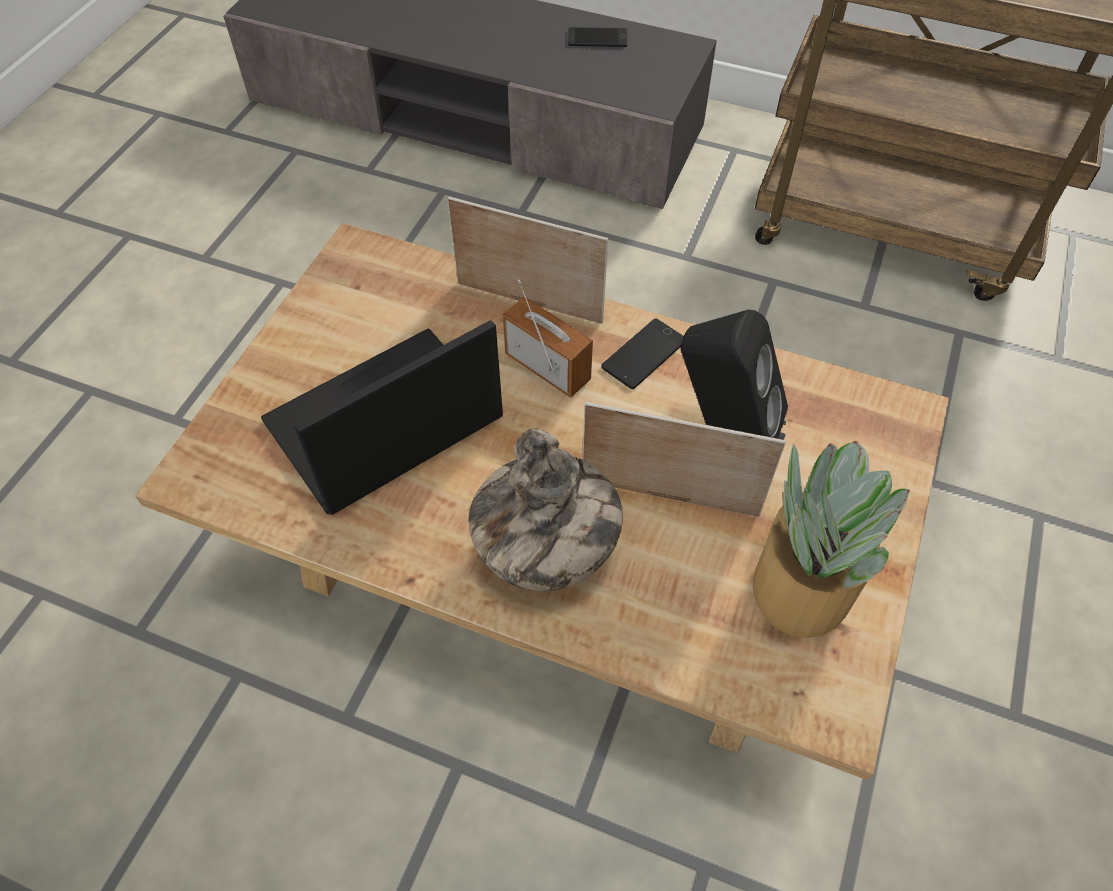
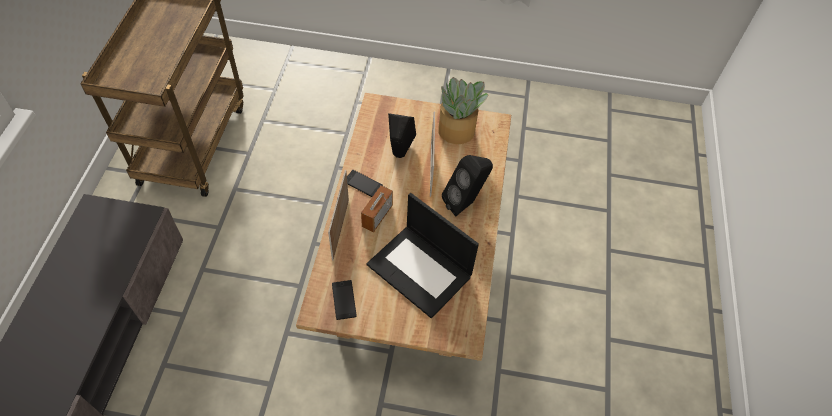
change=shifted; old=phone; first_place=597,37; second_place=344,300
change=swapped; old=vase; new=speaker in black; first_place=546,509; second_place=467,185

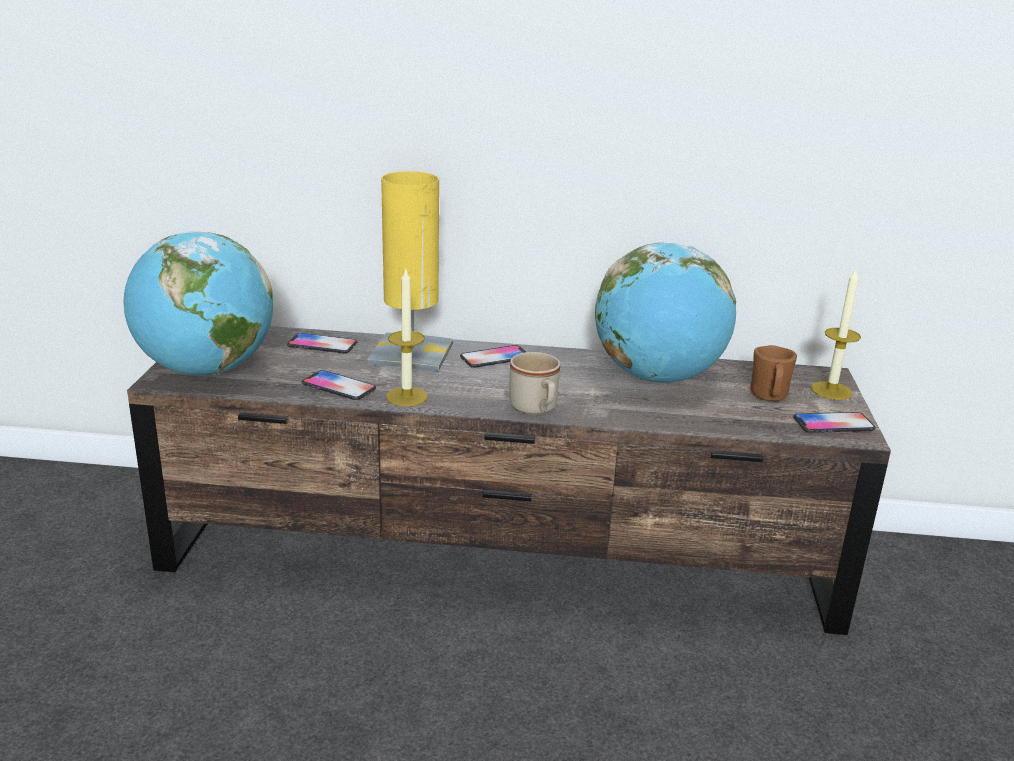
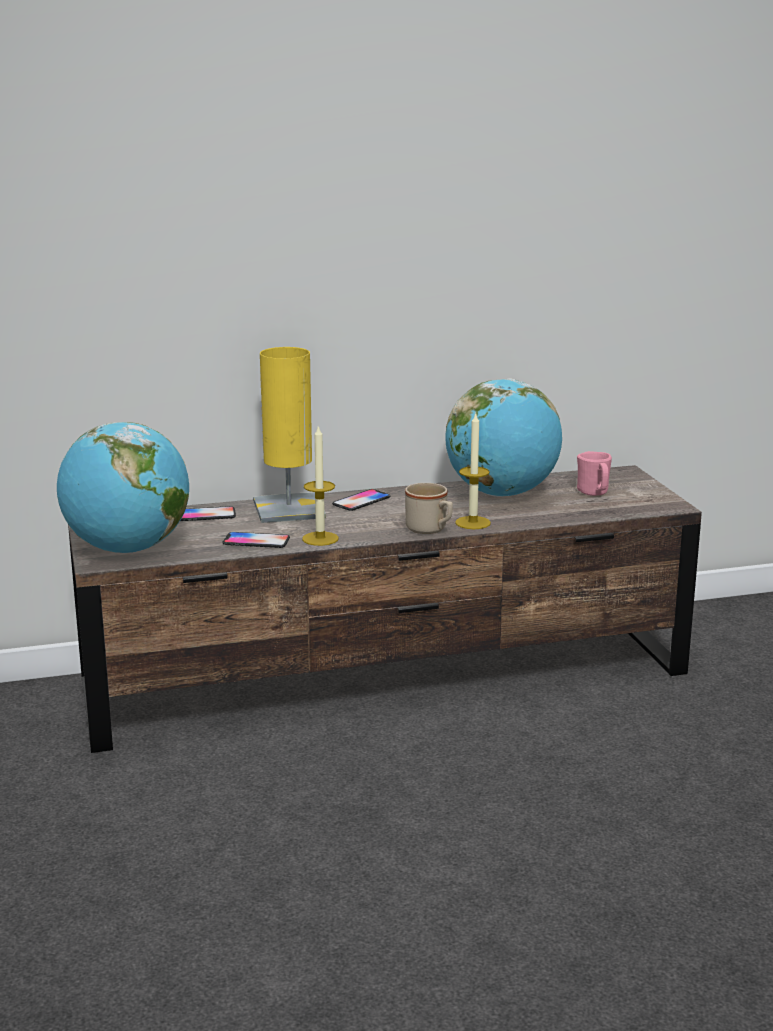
change=shifted; old=candle; first_place=836,334; second_place=473,471
change=repainted; old=mug in brown; new=mug in pink; first_place=773,373; second_place=594,473
change=gone; old=phone; first_place=834,422

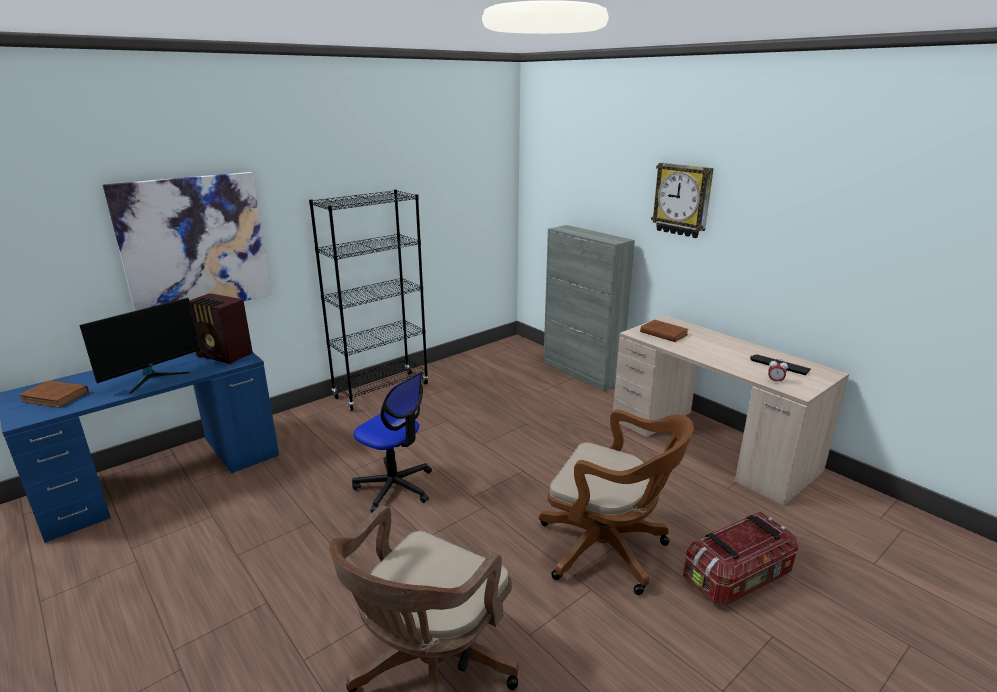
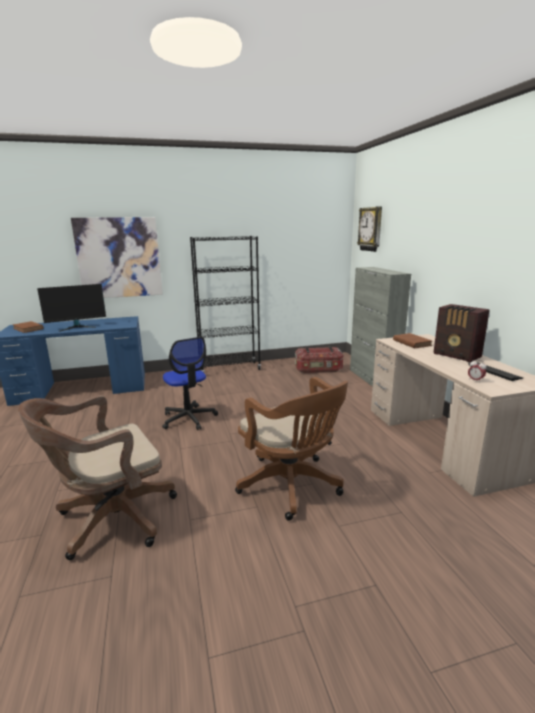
change=shifted; old=wall clock; first_place=682,200; second_place=369,229
change=shifted; old=radio; first_place=221,328; second_place=461,333
change=shifted; old=storage box; first_place=740,559; second_place=319,359

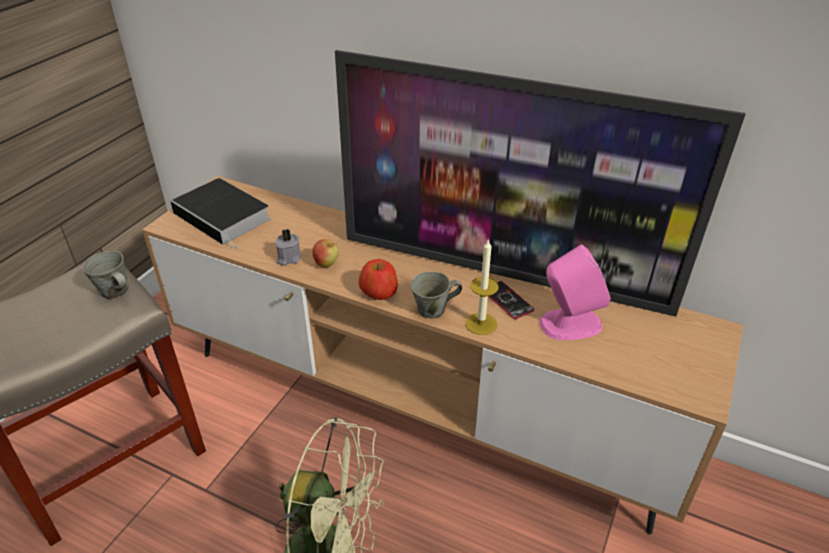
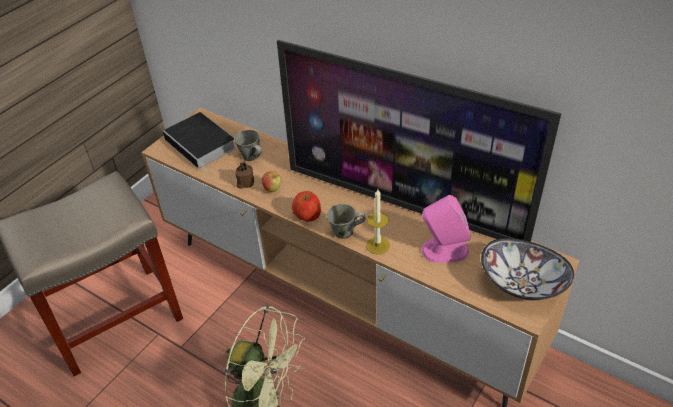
change=repainted; old=candle in grey; new=candle in brown; first_place=288,247; second_place=244,175
change=shifted; old=mug in grey; first_place=105,275; second_place=248,145
change=gone; old=phone; first_place=511,300
change=new; new=bowl; second_place=527,269

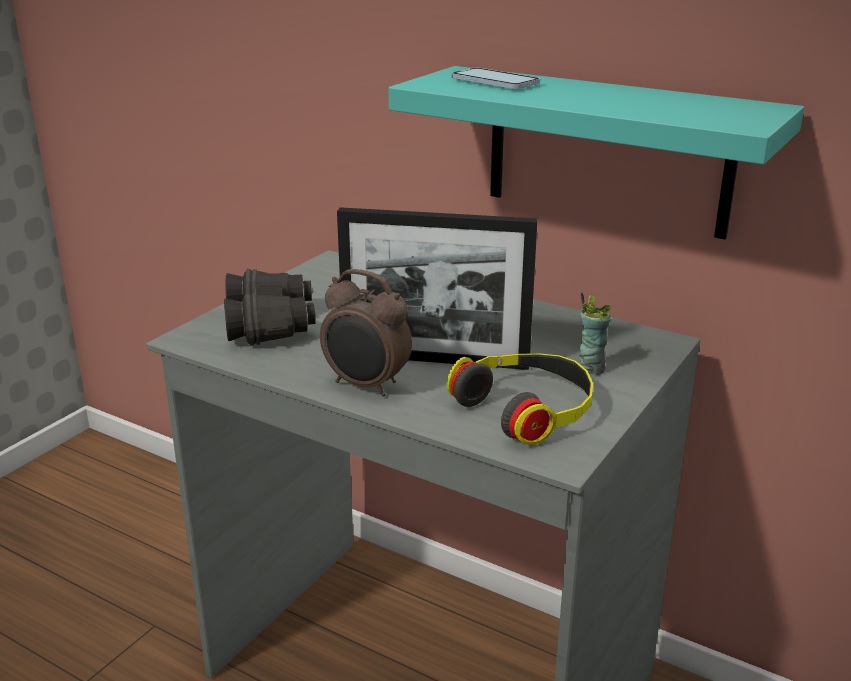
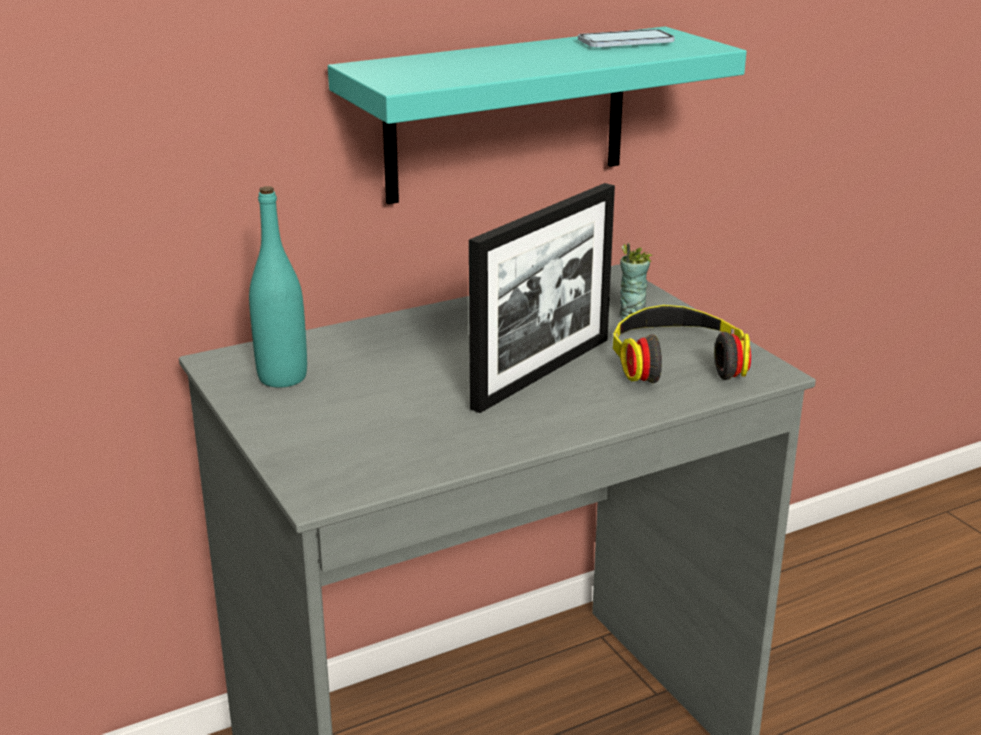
change=shifted; old=phone; first_place=496,78; second_place=626,38
change=gone; old=binoculars in black; first_place=270,307
change=gone; old=alarm clock; first_place=366,333
change=new; new=bottle in turquoise; second_place=278,287

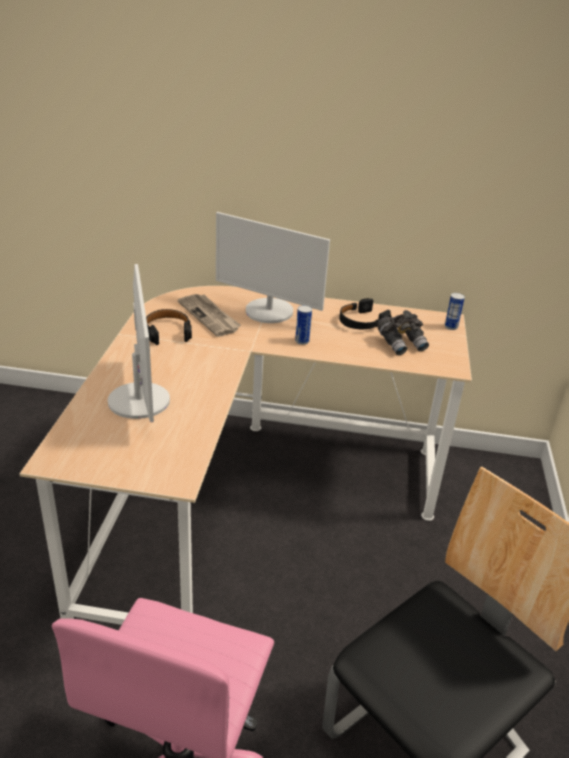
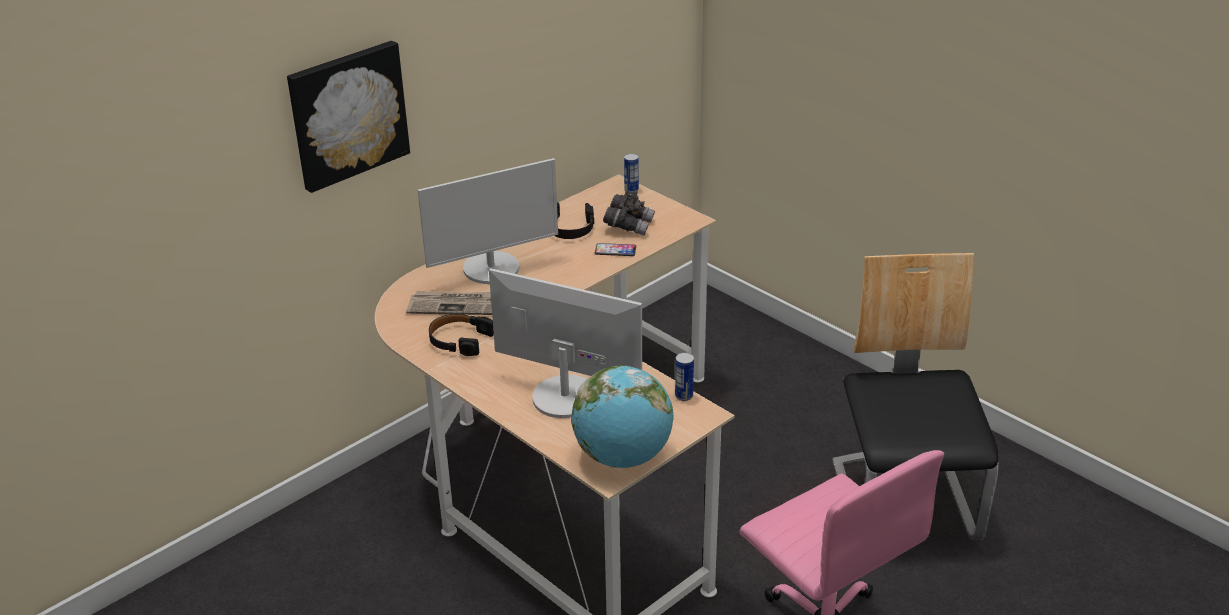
change=shifted; old=can; first_place=303,325; second_place=684,376
change=new; new=picture; second_place=348,117
change=new; new=phone; second_place=615,249
change=new; new=globe; second_place=622,417

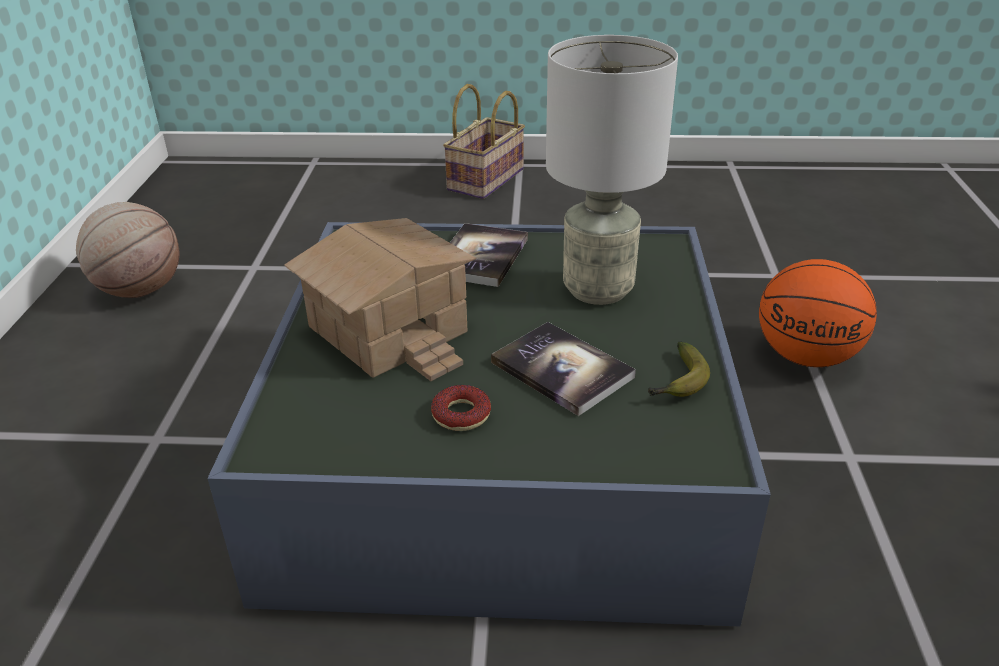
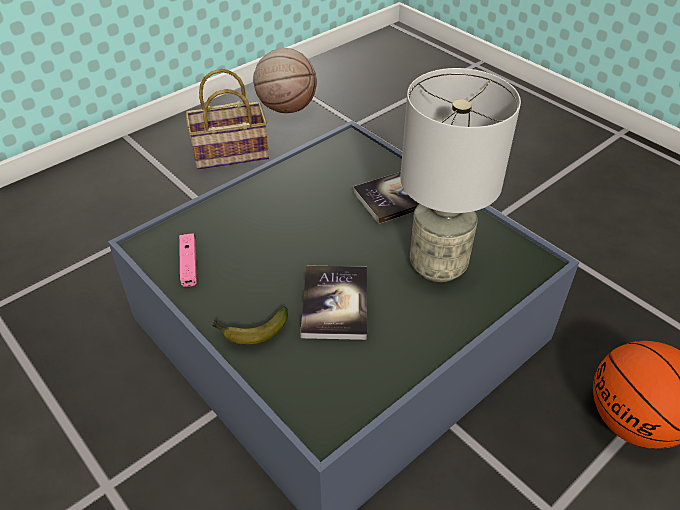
change=shifted; old=basket; first_place=484,141; second_place=227,119
change=gone; old=toy house; first_place=380,299
change=shifted; old=banana; first_place=679,369; second_place=250,325
change=gone; old=donut; first_place=461,408
change=new; new=game controller in pink; second_place=188,260

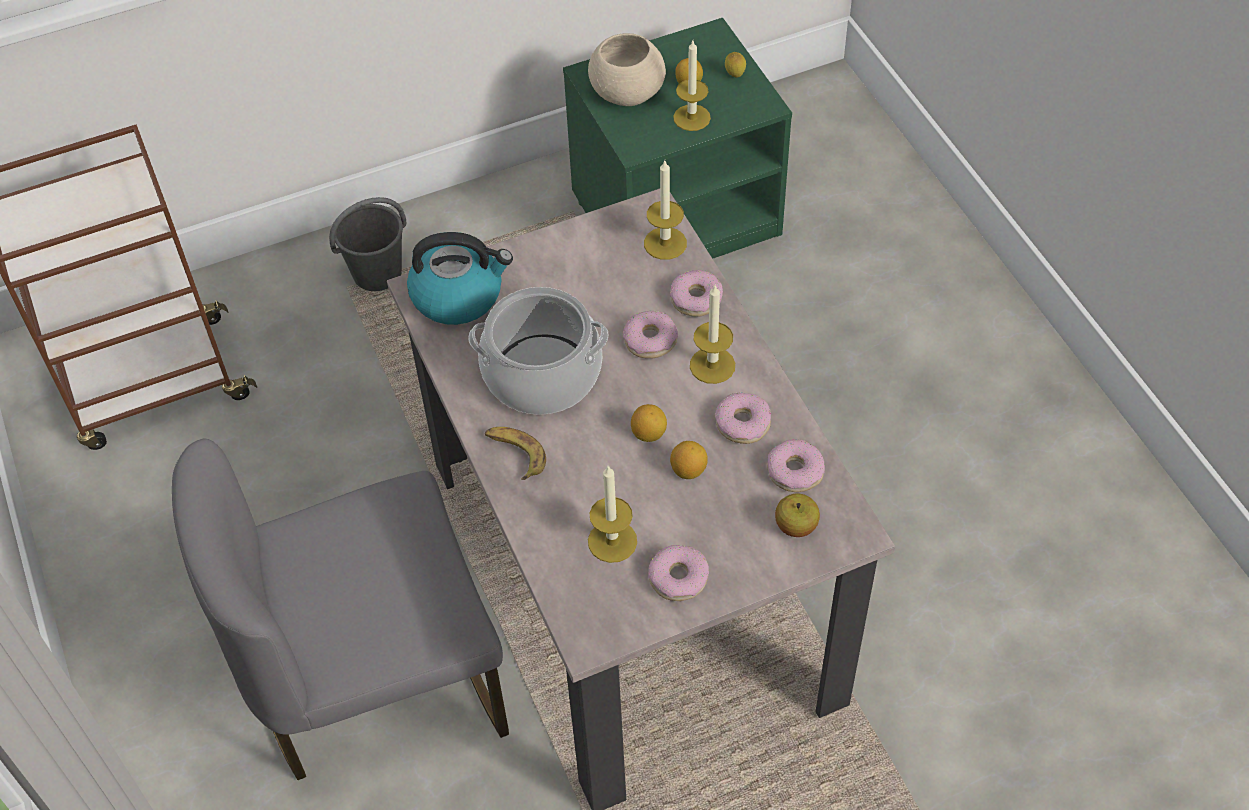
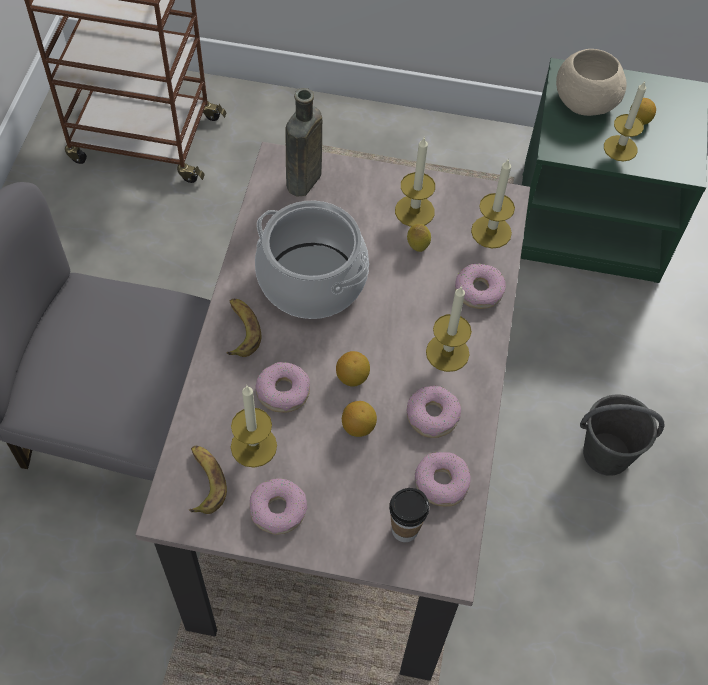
change=shifted; old=lemon; first_place=735,65; second_place=419,238
change=shifted; old=bucket in grey; first_place=368,244; second_place=622,435
change=swapped; old=kettle; new=bottle in brown; first_place=460,278; second_place=303,142
change=shifted; old=donut; first_place=650,334; second_place=282,387
change=swapped; old=apple; new=cup; first_place=797,515; second_place=409,515
change=new; new=candle; second_place=415,182
change=new; new=banana; second_place=208,480

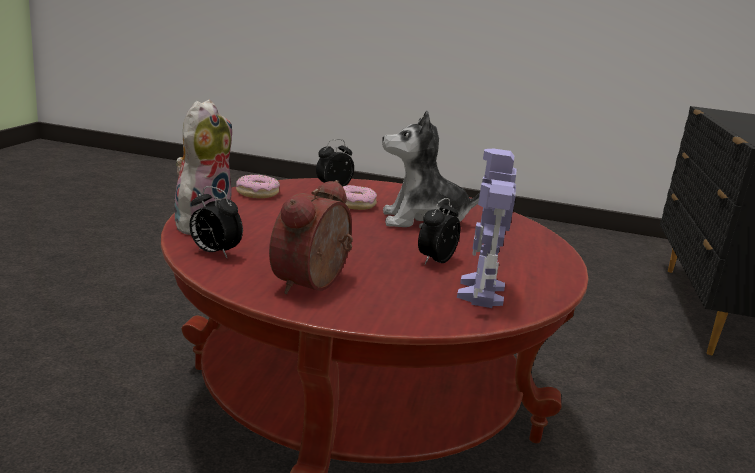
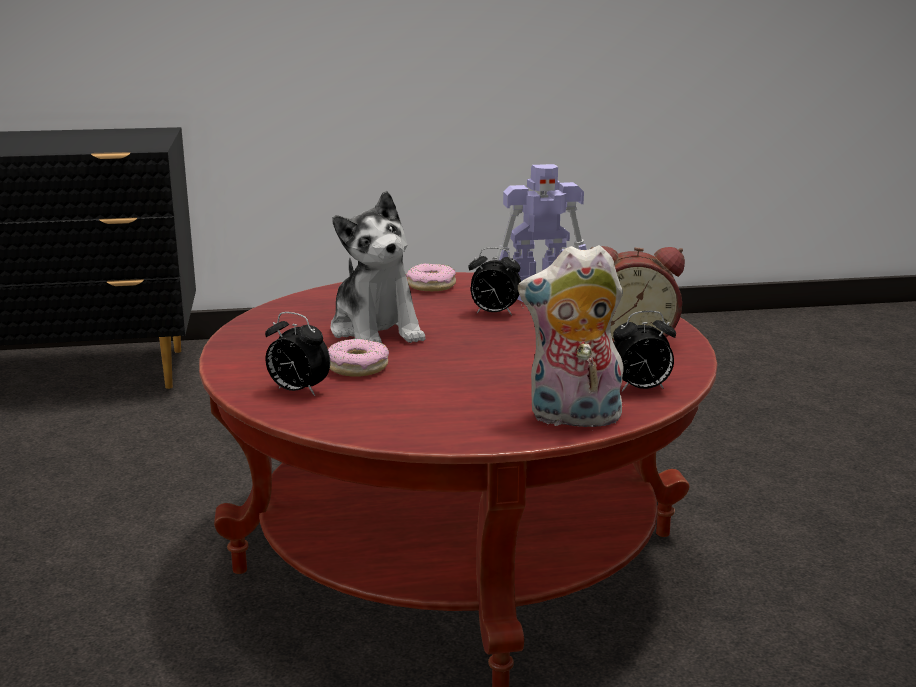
change=shifted; old=donut; first_place=258,186; second_place=431,277
change=rotated; old=alarm clock; first_place=216,222; second_place=644,351; degrees=75

